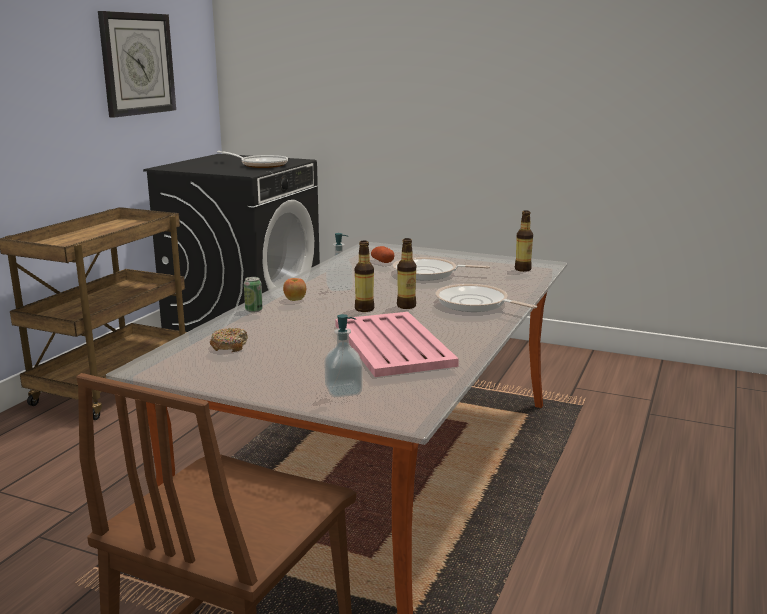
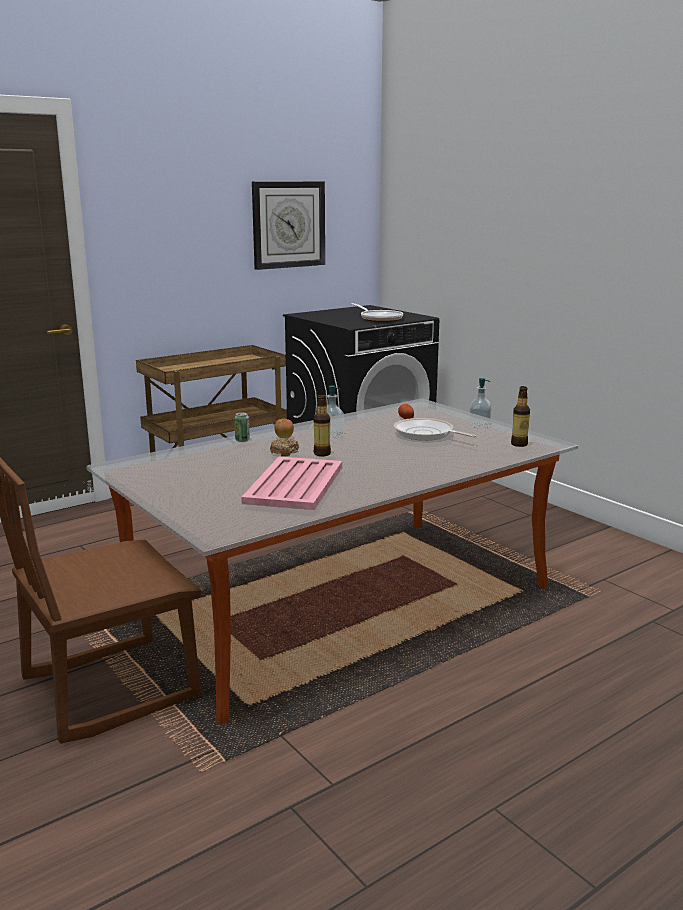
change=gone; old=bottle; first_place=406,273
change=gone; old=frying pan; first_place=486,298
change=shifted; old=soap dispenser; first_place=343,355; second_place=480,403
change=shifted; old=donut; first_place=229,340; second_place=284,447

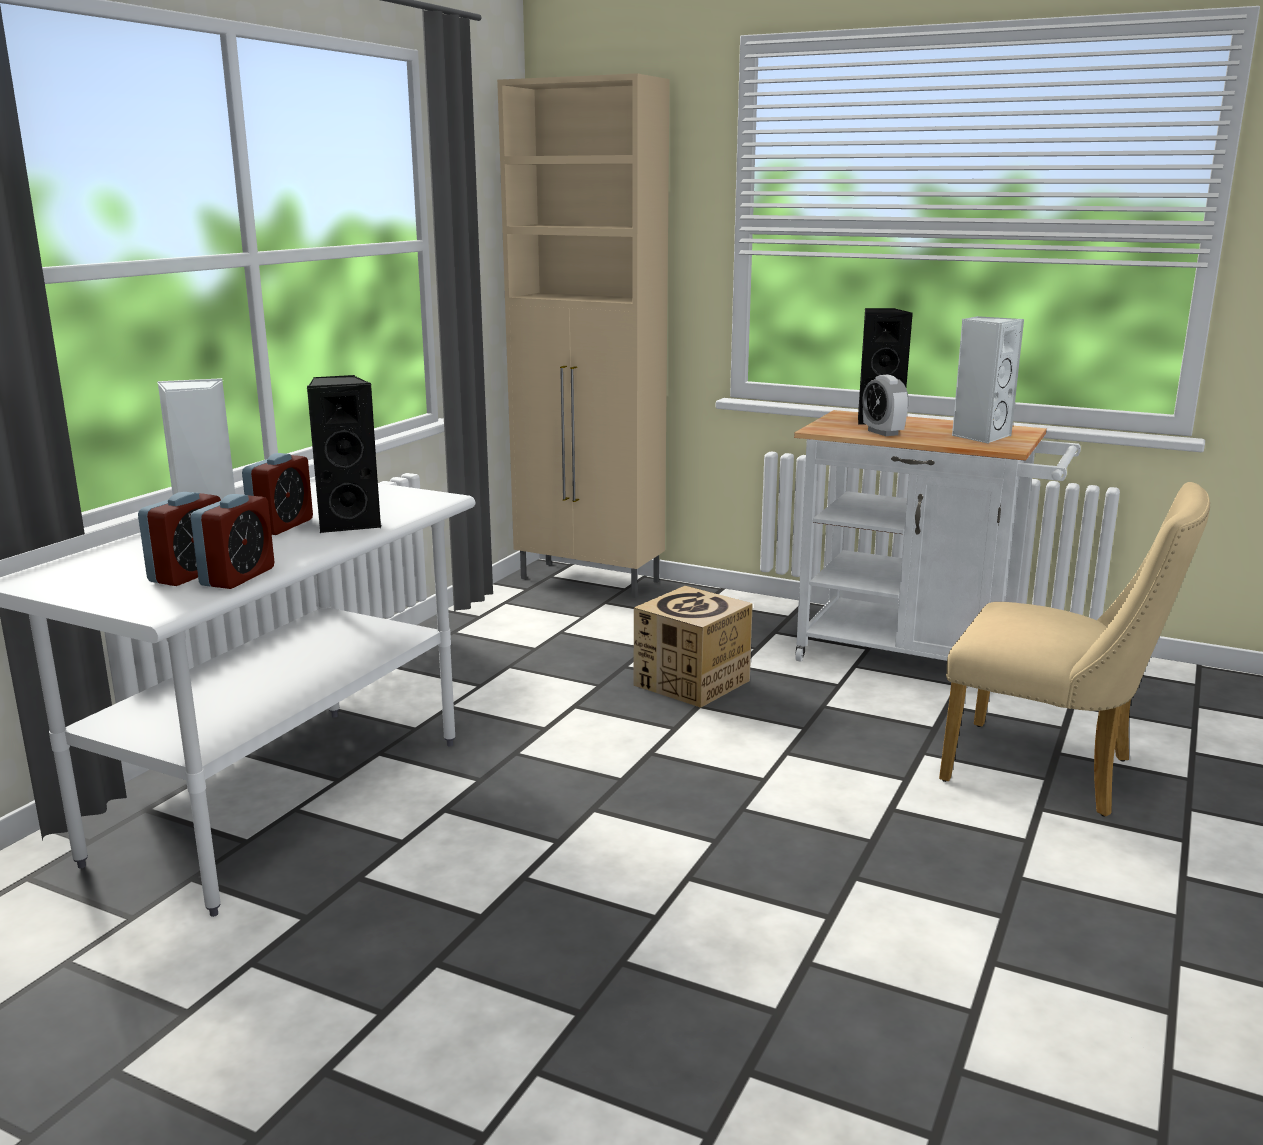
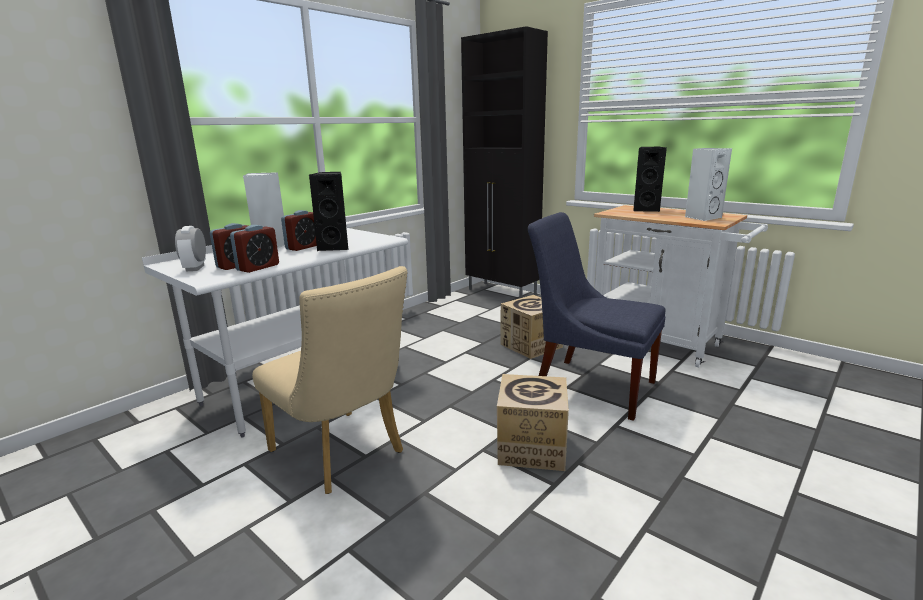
change=repainted; old=cabinet in beige; new=cabinet in black; first_place=583,335; second_place=504,162
change=shifted; old=alarm clock; first_place=885,405; second_place=190,249
change=shifted; old=chair in beige; first_place=1074,649; second_place=330,380
change=new; new=chair in blue; second_place=597,316
change=new; new=cardboard box; second_place=533,422

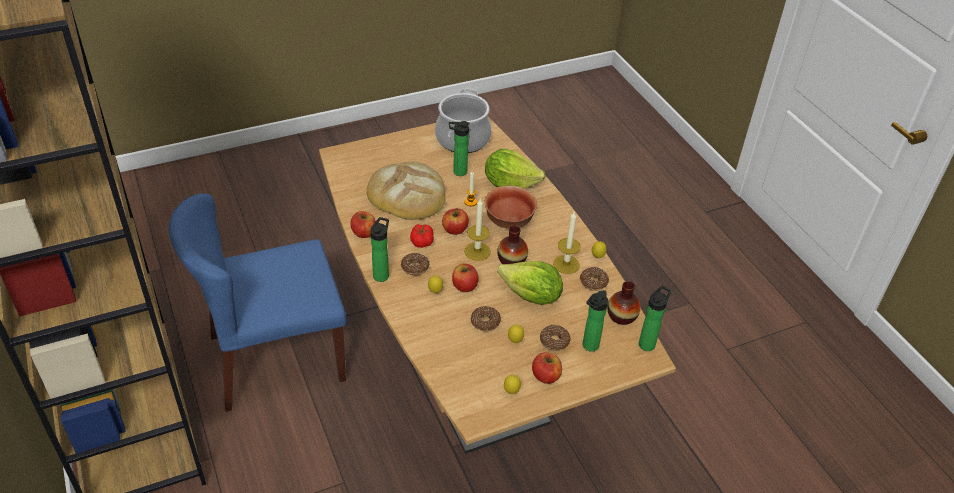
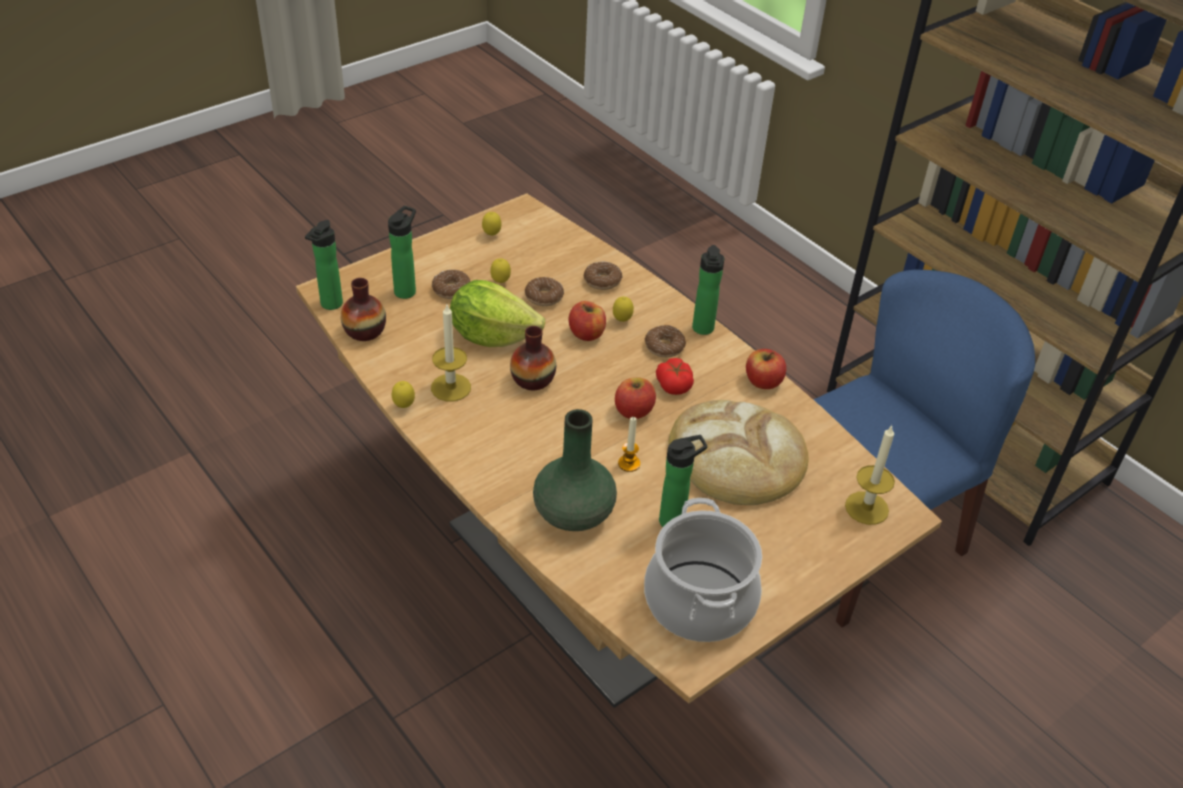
change=swapped; old=lettuce; new=vase in green; first_place=515,169; second_place=575,470
change=gone; old=bowl; first_place=511,207
change=shifted; old=candle; first_place=477,230; second_place=870,475
change=shifted; old=donut; first_place=594,279; second_place=603,276
change=gone; old=apple; first_place=547,368

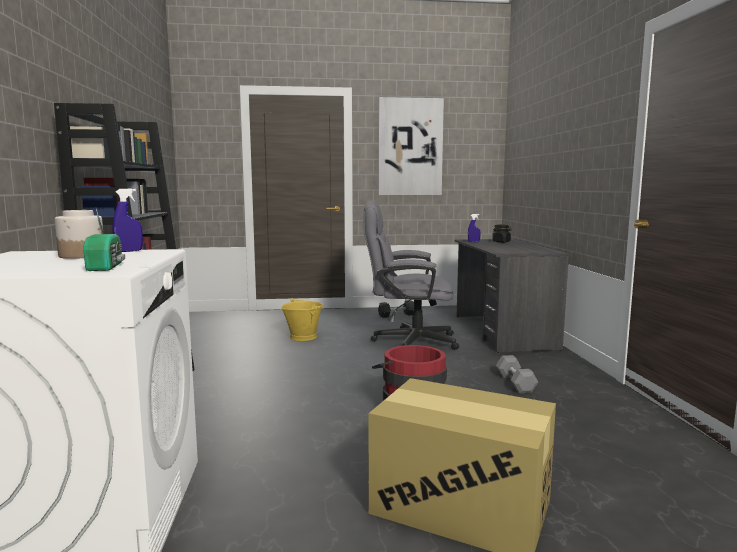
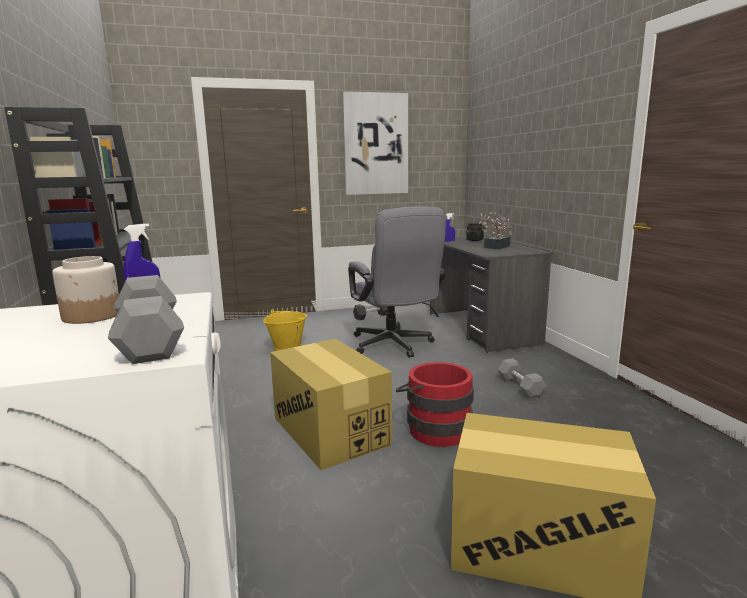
change=rotated; old=office chair in grey; first_place=411,275; second_place=397,282; degrees=-105
change=swapped; old=radio; new=dumbbell in grey; first_place=104,240; second_place=146,319
change=new; new=potted plant; second_place=495,230
change=new; new=cardboard box; second_place=331,404

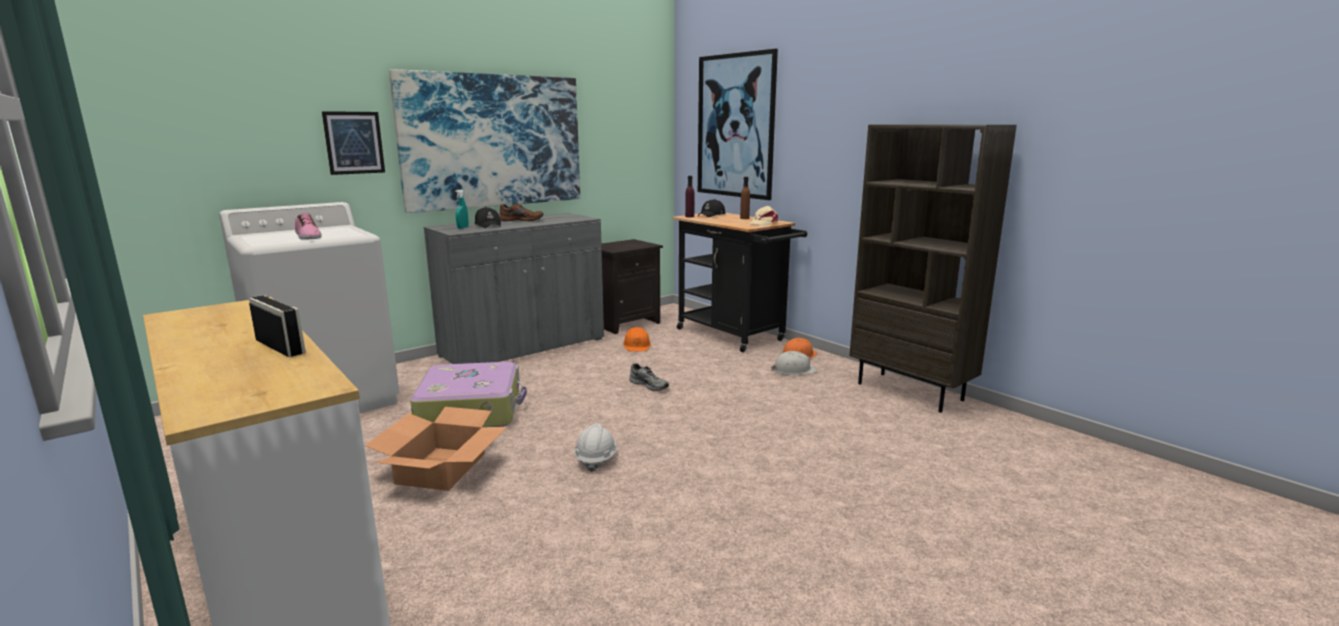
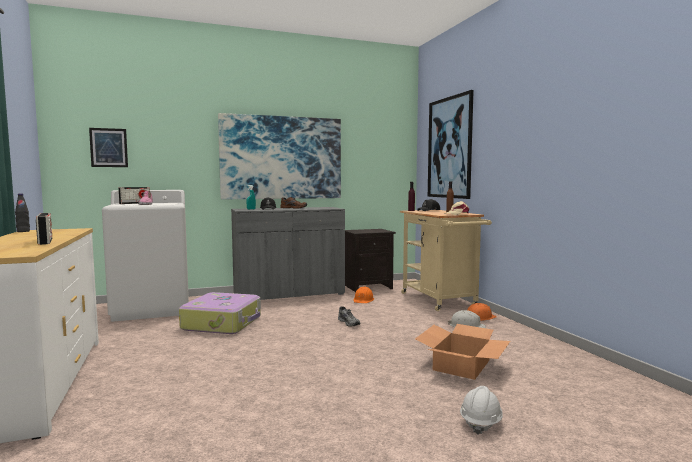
change=shifted; old=picture; first_place=353,143; second_place=108,147
change=gone; old=bookcase in brown; first_place=933,268
change=repainted; old=cart in black; new=cart in beige; first_place=740,282; second_place=446,260
change=shifted; old=cardboard box; first_place=435,449; second_place=462,352
change=shifted; old=hard hat in white; first_place=595,447; second_place=481,410
change=new; new=radio; second_place=134,195
change=new; new=bottle in black; second_place=22,212

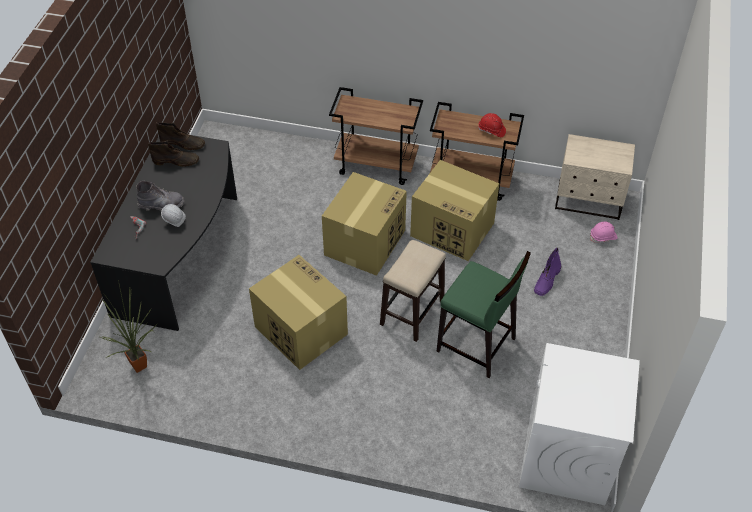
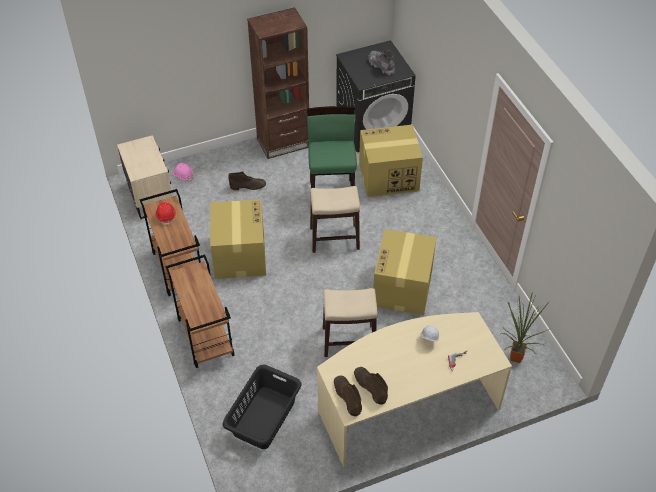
change=repainted; old=desk in black; new=desk in beige; first_place=163,233; second_place=414,389
change=shifted; old=cardboard box; first_place=364,224; second_place=391,161
change=shifted; old=boot in grey; first_place=160,196; second_place=381,62
change=repainted; old=boot in purple; new=boot in brown; first_place=547,272; second_place=247,180
change=repainted; old=washing machine in white; new=washing machine in black; first_place=579,424; second_place=376,96
change=new; new=bookcase in brown; second_place=278,83
change=new; new=stool; second_place=350,322
change=new; new=laundry basket in black; second_place=262,406

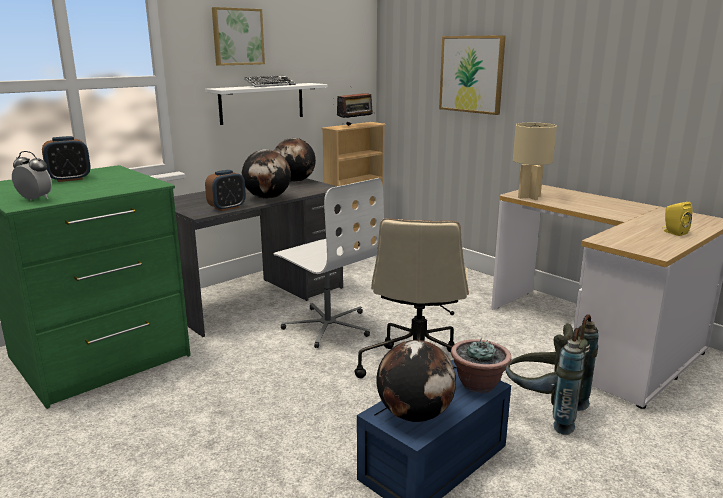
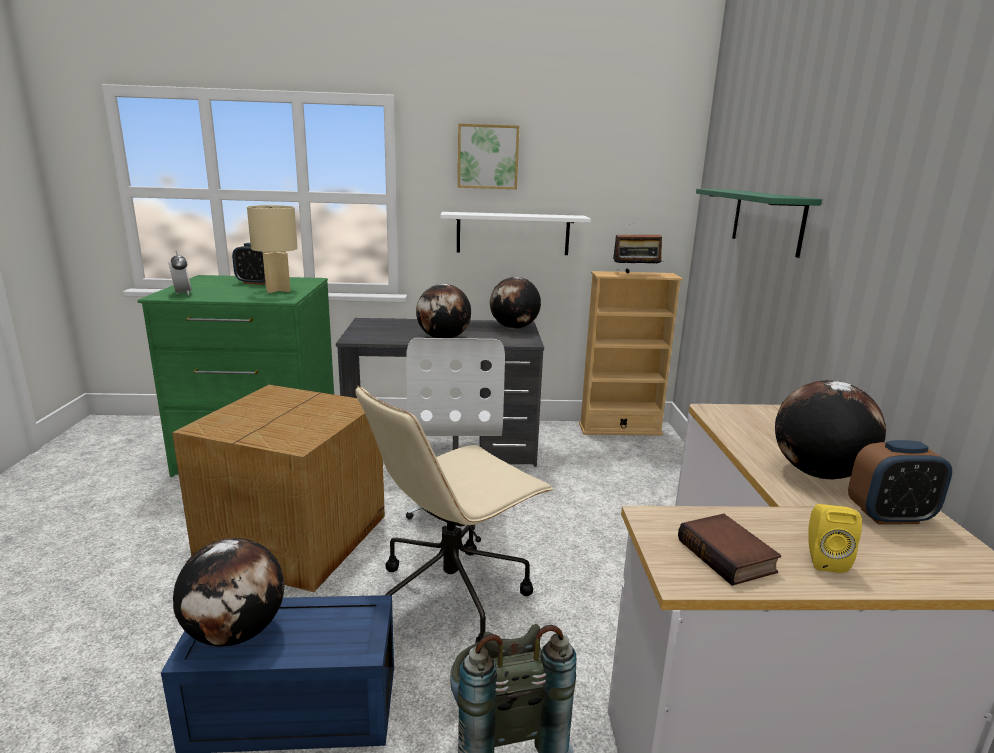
change=swapped; old=picture; new=shelf in green; first_place=472,75; second_place=759,223
change=gone; old=keyboard; first_place=270,81
change=shifted; old=table lamp in beige; first_place=535,161; second_place=272,249
change=shifted; old=alarm clock; first_place=225,190; second_place=900,482
change=gone; old=potted plant; first_place=481,366
change=new; new=globe; second_place=830,430
change=new; new=cardboard box; second_place=278,488
change=new; new=book; second_place=729,550

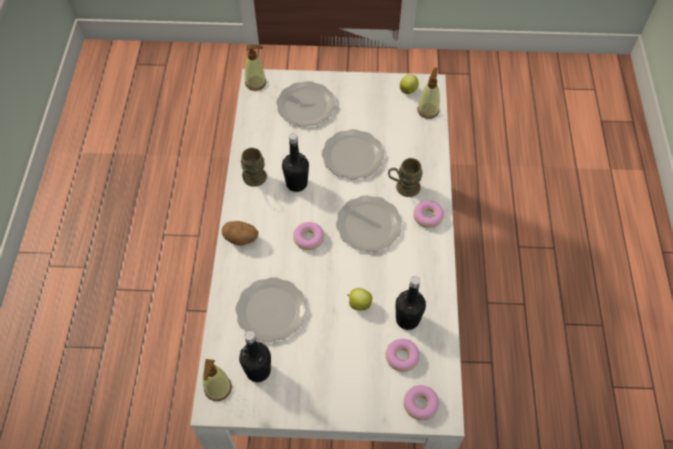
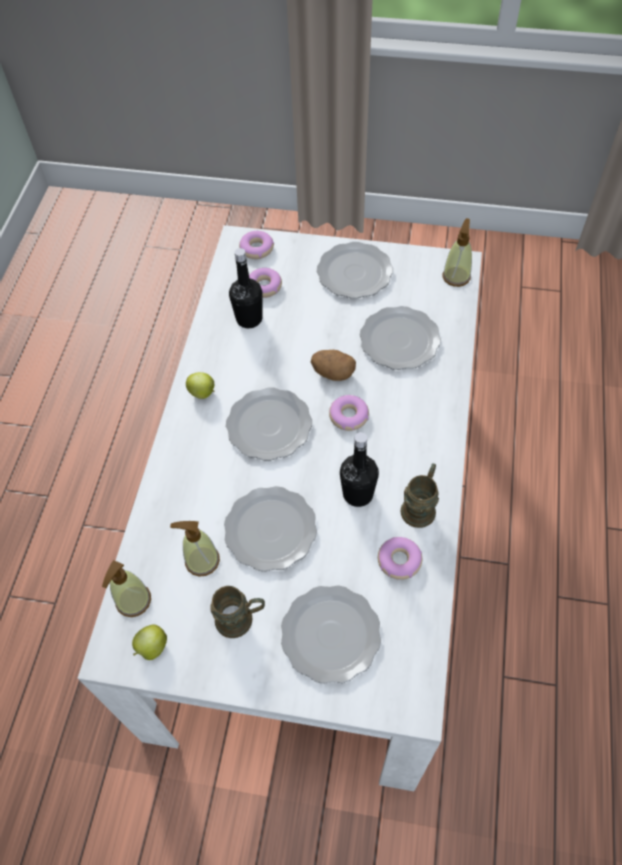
change=shifted; old=soap dispenser; first_place=255,67; second_place=195,549
change=shifted; old=mug in brown; first_place=405,177; second_place=237,612
change=shifted; old=donut; first_place=428,214; second_place=400,558
change=shifted; old=potato; first_place=240,233; second_place=333,365
change=shifted; old=apple; first_place=360,299; second_place=200,385
change=gone; old=bottle in black; first_place=255,356
change=new; new=plate; second_place=355,270

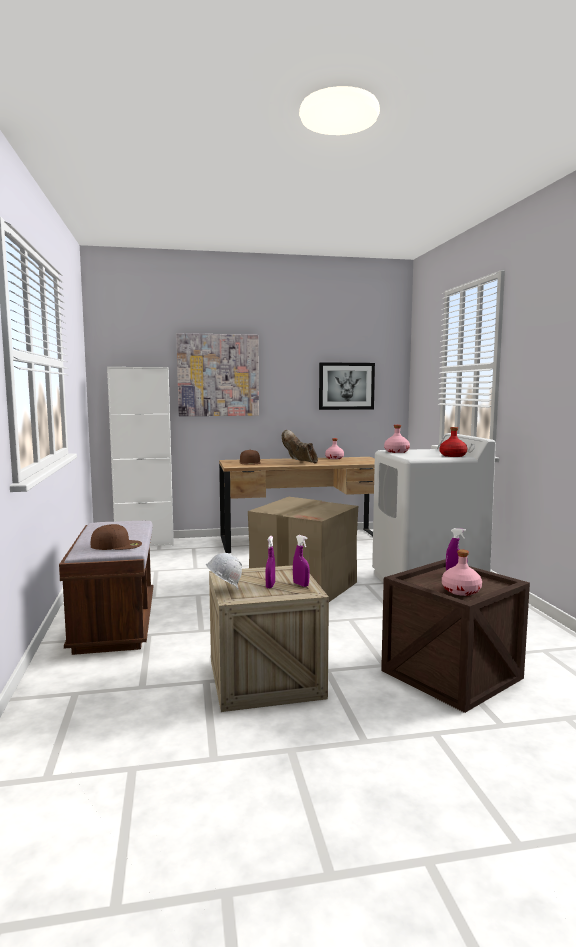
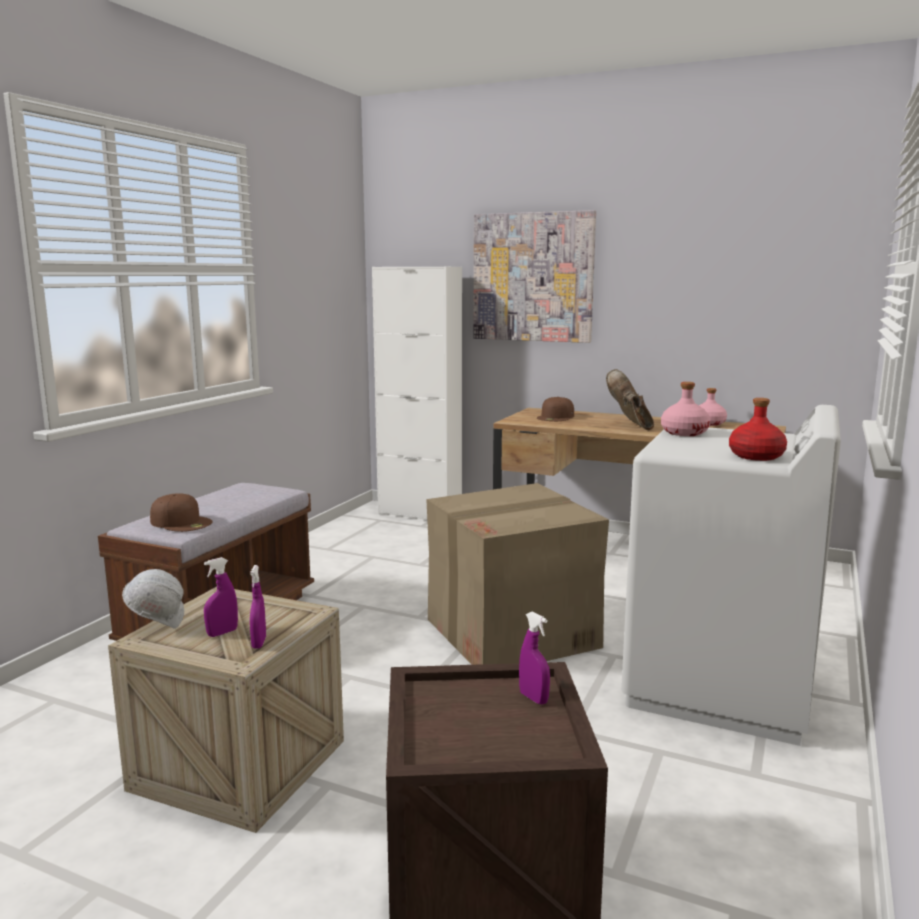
change=gone; old=picture; first_place=347,386
change=gone; old=bottle in pink; first_place=462,573

